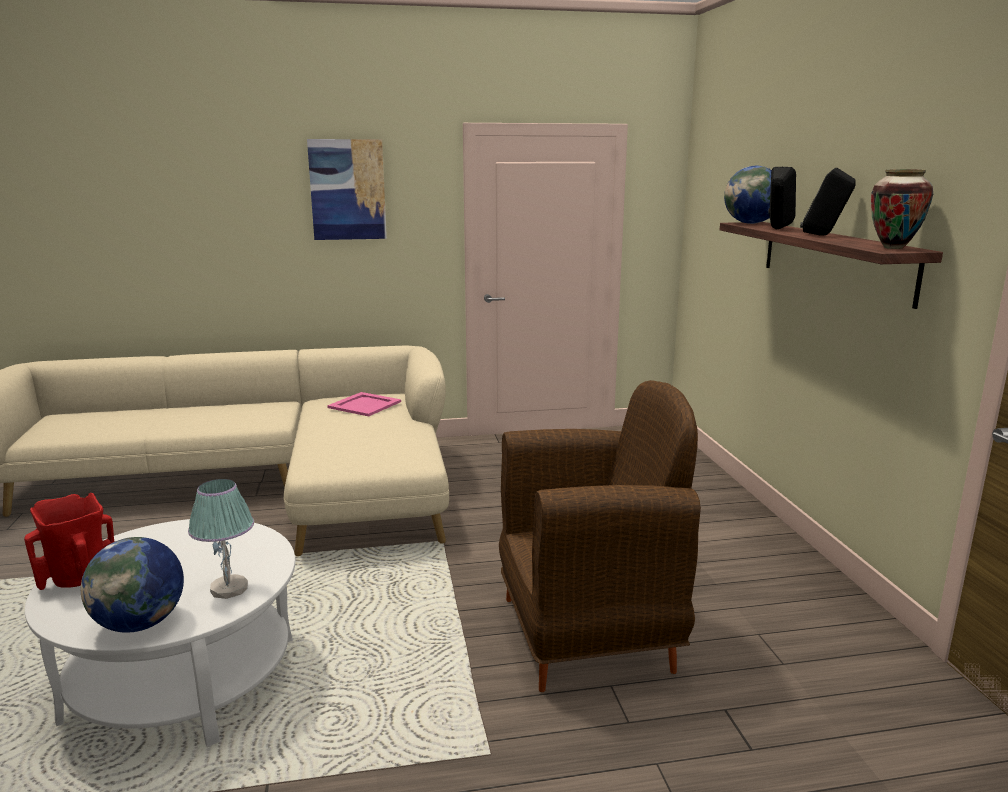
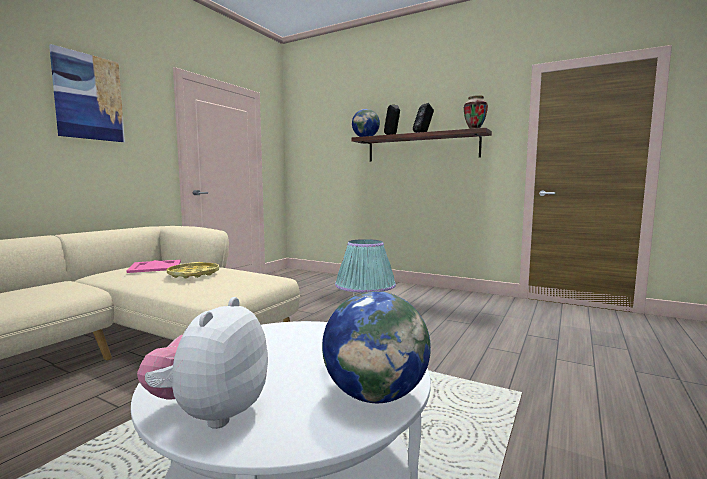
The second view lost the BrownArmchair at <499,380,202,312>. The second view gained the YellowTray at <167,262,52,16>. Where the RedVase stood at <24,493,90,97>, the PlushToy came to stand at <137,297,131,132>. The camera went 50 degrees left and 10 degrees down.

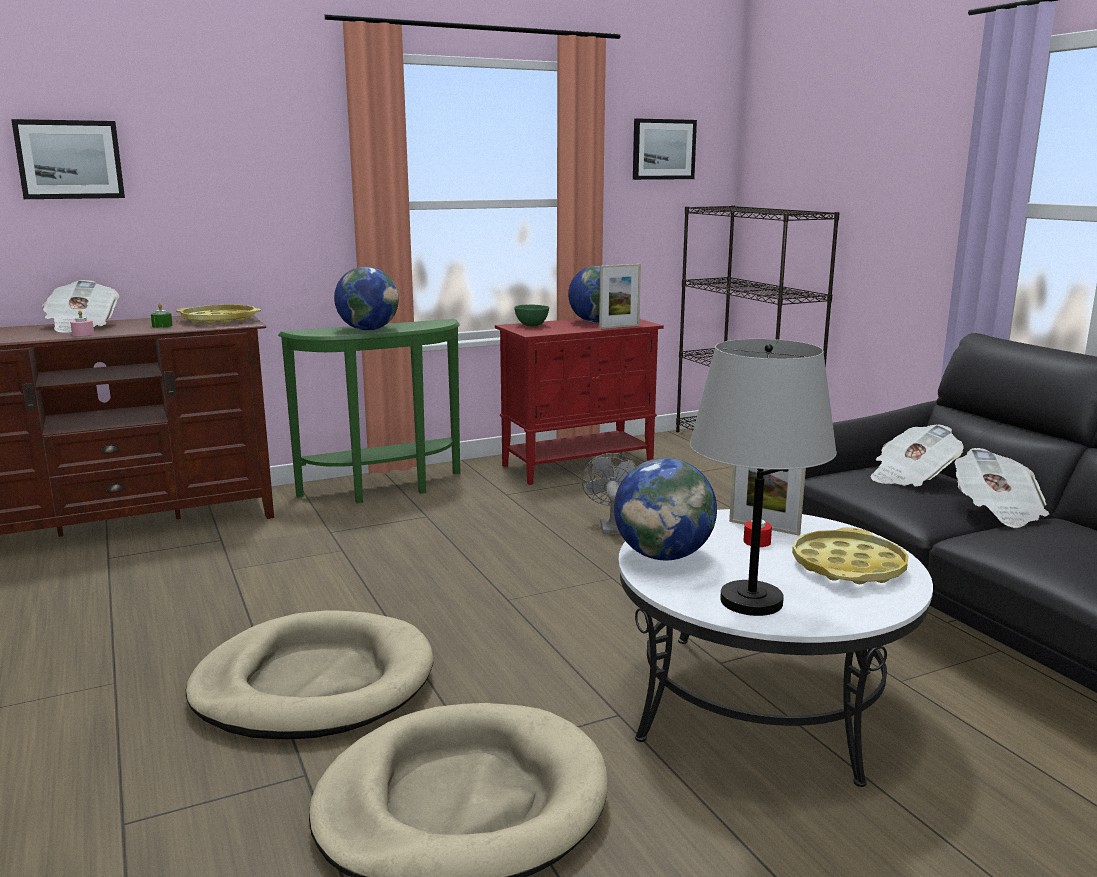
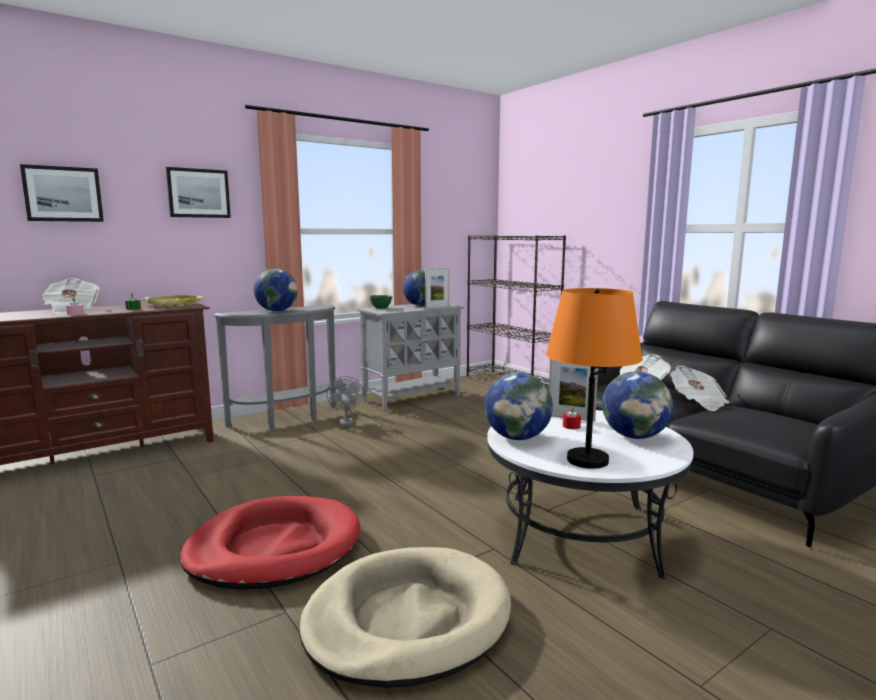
The GreyFan ended up elsewhere, having gone from <581,453,56,81> to <326,376,38,51>. The Picture ended up elsewhere, having gone from <633,118,64,62> to <166,167,65,51>. Where the YellowTray stood at <792,527,116,57>, the Globe came to stand at <602,371,71,68>. What was the BeigeDogBed at <186,610,248,129> turned into the RedDogBed at <180,496,180,94>. What was the GreenConsoleTable at <278,319,182,184> turned into the GreyConsoleTable at <214,305,122,124>. What was the RedCabinet at <495,318,169,167> turned into the GreyCabinet at <356,304,108,108>. What was the GreyTableLamp at <690,339,147,277> turned into the OrangeTableLamp at <546,288,97,181>. The camera went 10 degrees left and 5 degrees down.

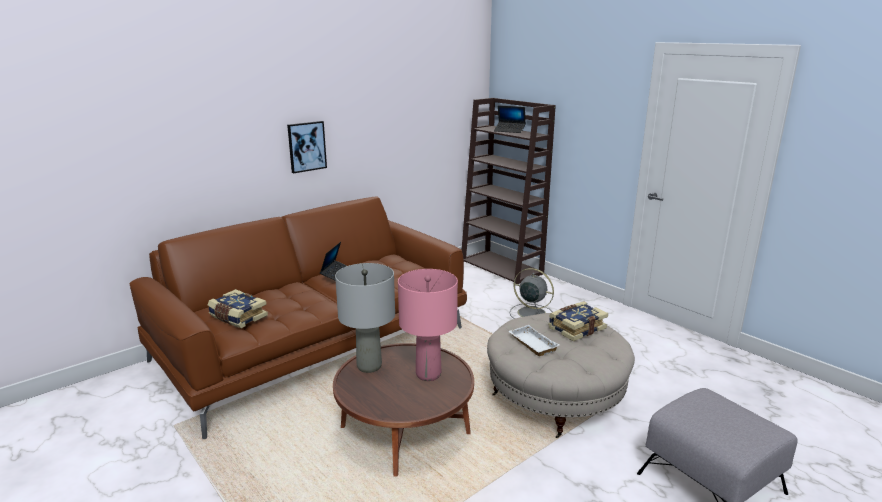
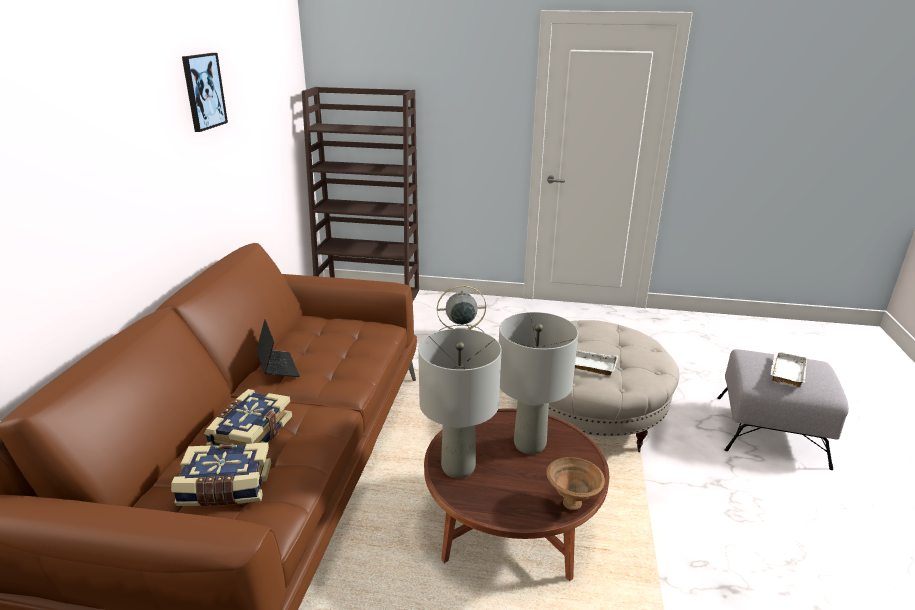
The second view lost the Laptop at <494,106,32,27>. The second view gained the BrownBowl at <546,457,59,53>. The second view gained the WhiteTray at <770,351,37,36>. The Picture ended up elsewhere, having gone from <287,121,40,52> to <182,53,46,79>. The Book ended up elsewhere, having gone from <548,301,60,41> to <204,389,88,58>. What was the PinkTableLamp at <398,269,60,112> turned into the GreyTableLamp at <499,312,79,143>. The camera went 40 degrees left and 5 degrees up.

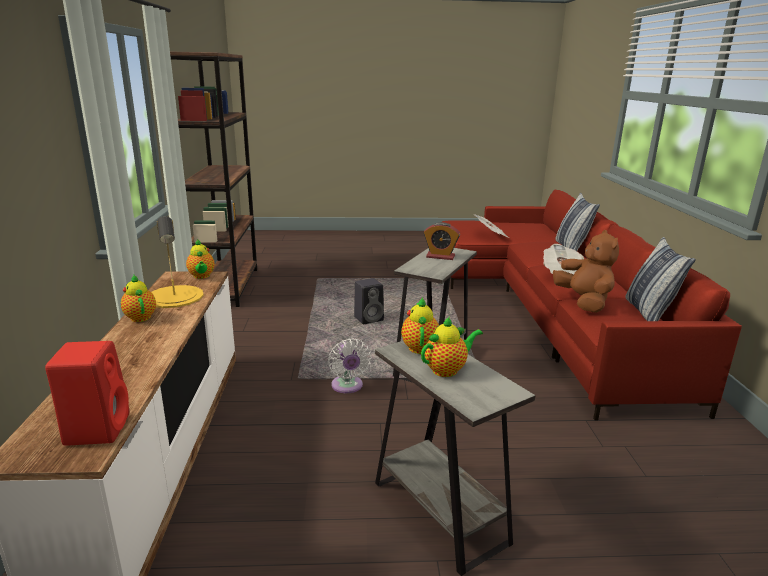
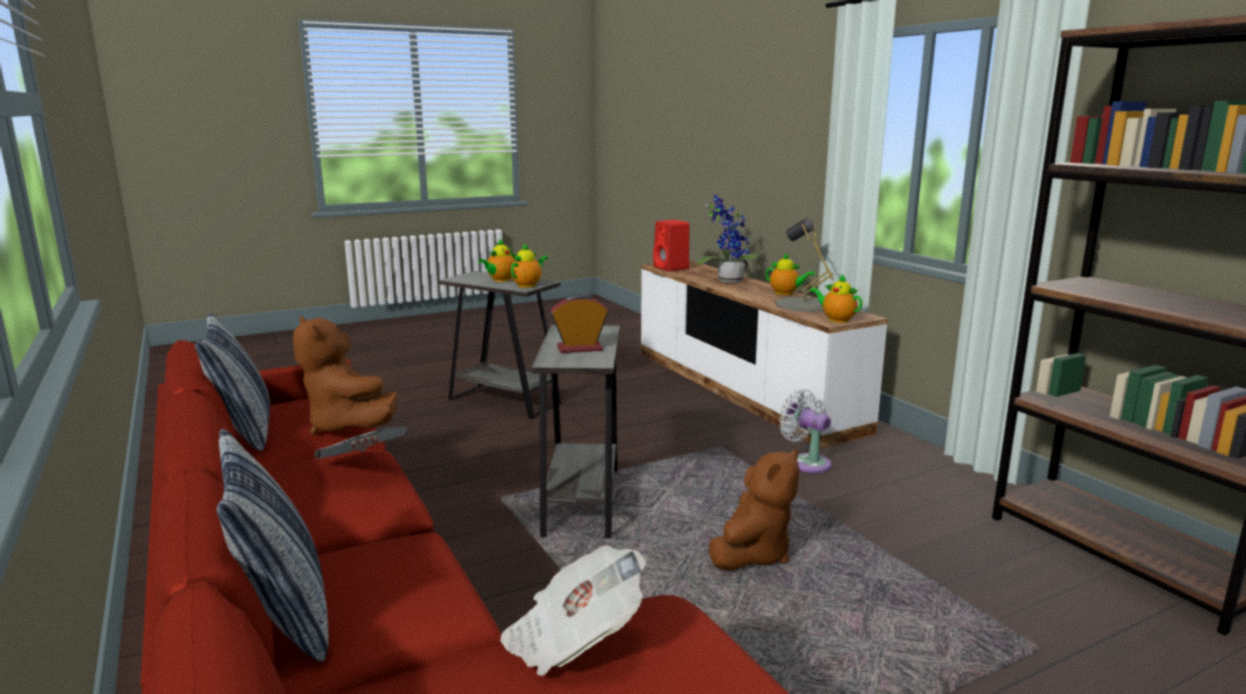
The second view gained the PottedPlant at <697,195,67,88>. The WhiteFan ended up elsewhere, having gone from <328,339,44,54> to <779,389,53,84>. Where the BlackSpeaker stood at <354,278,30,46>, the BrownPlushToy came to stand at <709,449,91,122>. What was the YellowTableLamp at <151,216,53,92> turned into the GreyTableLamp at <775,218,58,94>. The Teapot at <401,297,38,57> ended up facing another way, 120 degrees counterclockwise from before. The camera went 155 degrees right and 5 degrees down.

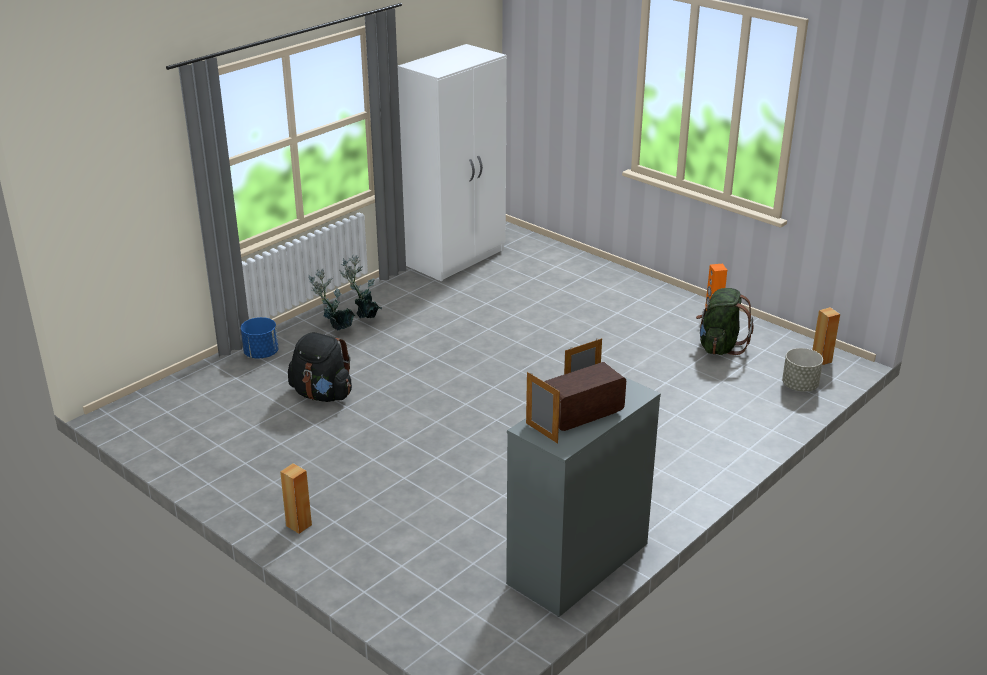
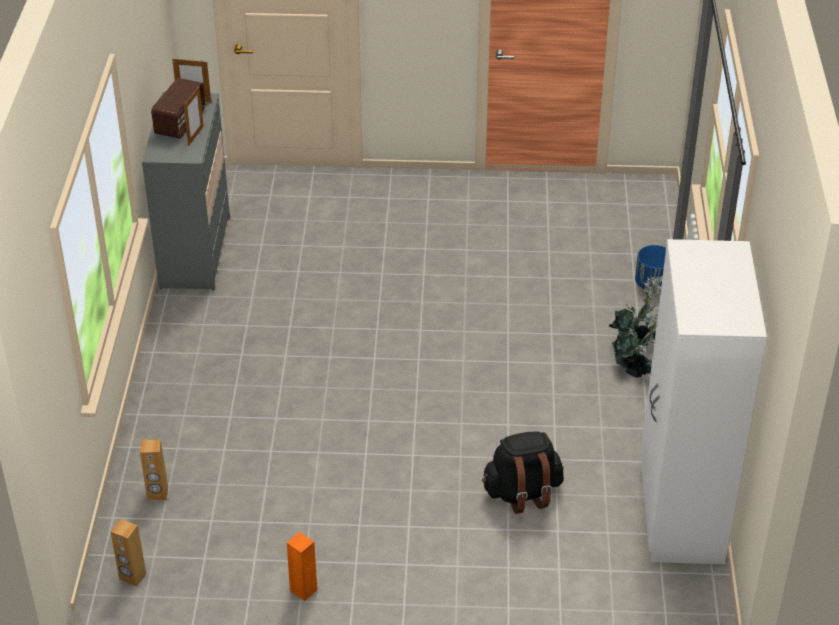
The second view lost the GreenBackpack at <696,288,58,67>. The second view lost the GreyPlanter at <782,348,41,44>. The BrownSpeaker ended up elsewhere, having gone from <280,463,32,71> to <140,439,28,62>. The BlackBackpack ended up elsewhere, having gone from <288,332,64,70> to <482,431,82,83>. The camera went 140 degrees right and 10 degrees up.

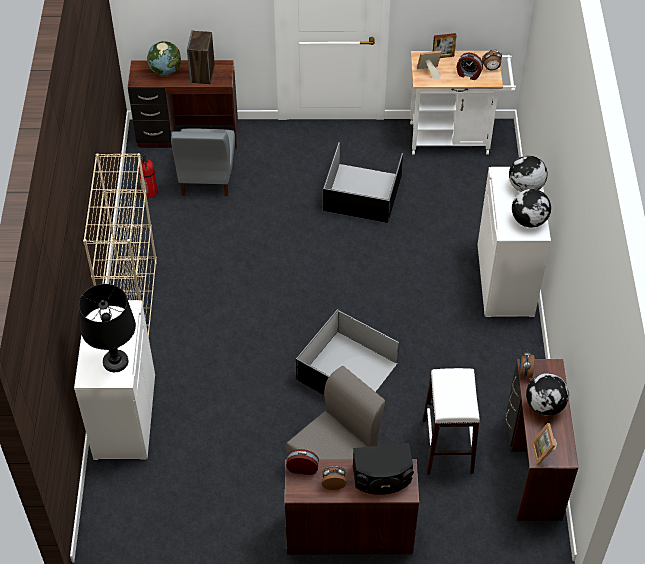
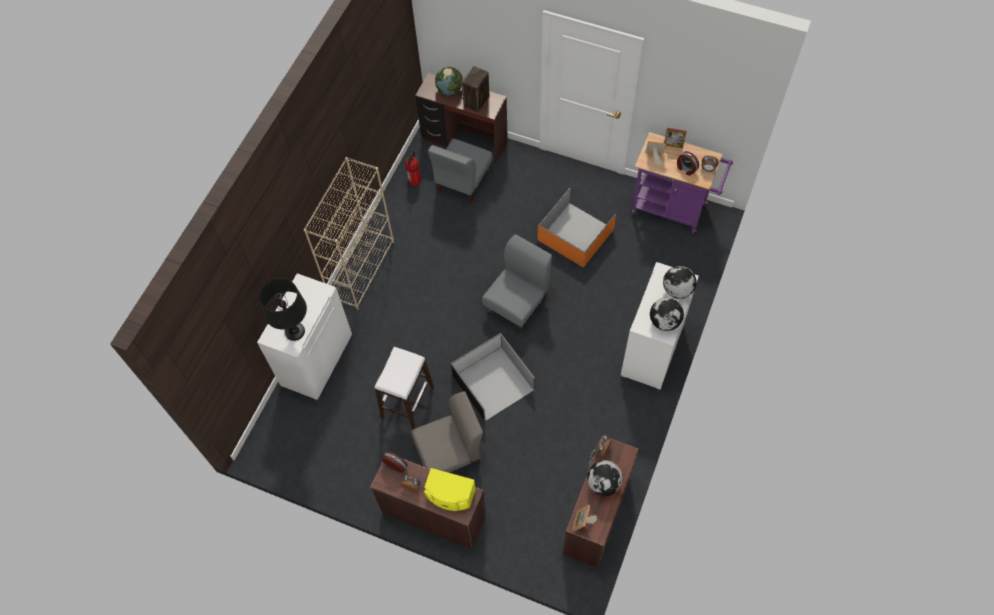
The second view gained the GreyChair at <482,234,70,97>. The WhiteStool ended up elsewhere, having gone from <423,368,57,107> to <375,347,59,83>. What was the BlackStorageBox at <323,142,80,81> turned into the OrangeStorageBox at <538,188,78,79>. What was the BlackSpeaker at <353,443,61,52> turned into the YellowSpeaker at <424,468,52,43>. What was the WhiteCart at <410,51,106,104> turned into the PurpleCart at <631,132,102,102>. The camera went 25 degrees right and 10 degrees up.

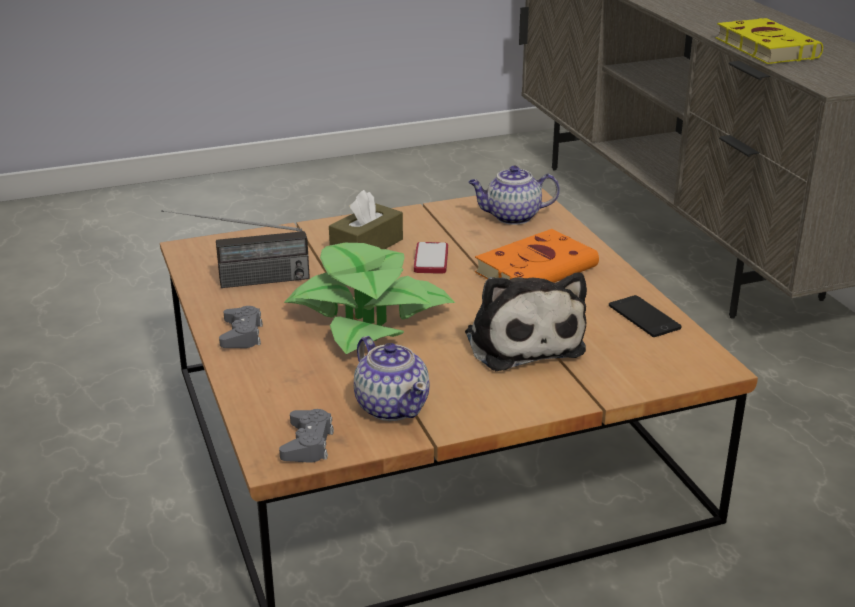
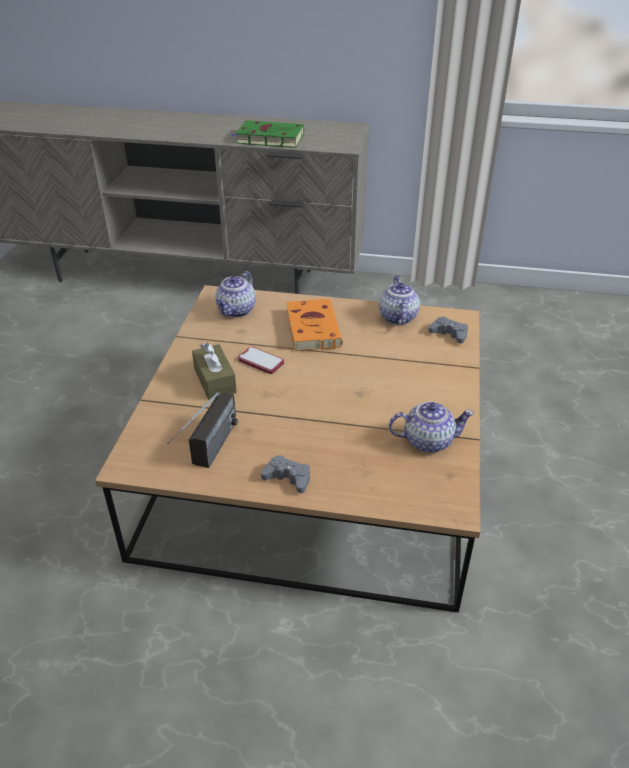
The second view lost the PottedPlant at <284,243,171,111>. The second view lost the PlushToy at <465,272,122,99>. The GreyGameController ended up elsewhere, having gone from <279,409,55,54> to <428,316,40,28>. Where the Phone stood at <609,295,73,42>, the Teapot came to stand at <379,276,41,49>. What was the YellowBook at <716,18,107,46> turned into the GreenBook at <231,120,73,28>. The camera went 60 degrees left and 10 degrees up.

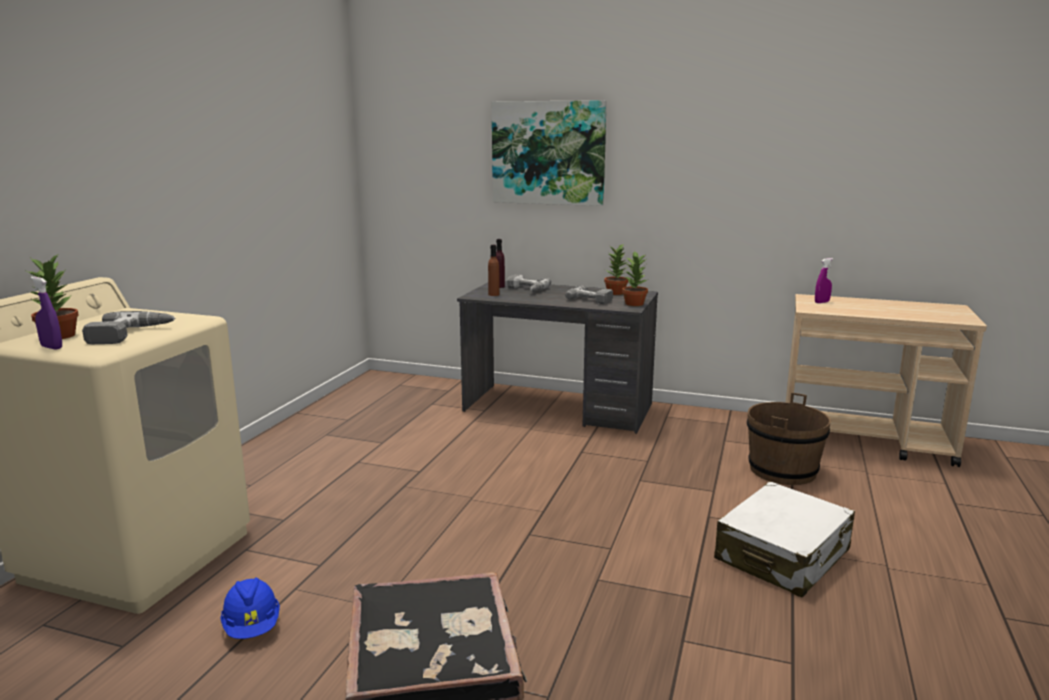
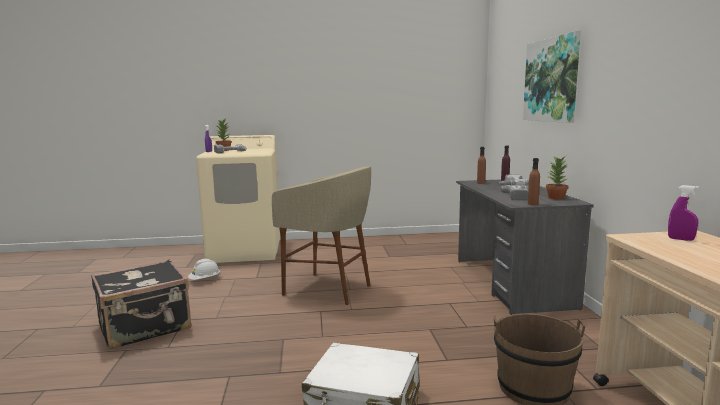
The second view gained the BeigeStool at <272,167,99,138>. Where the PottedPlant stood at <622,251,26,55>, the BrownBottle came to stand at <528,158,12,47>. What was the BlueHardHat at <220,577,60,62> turned into the WhiteHardHat at <188,259,32,21>. The camera went 65 degrees right and 5 degrees down.

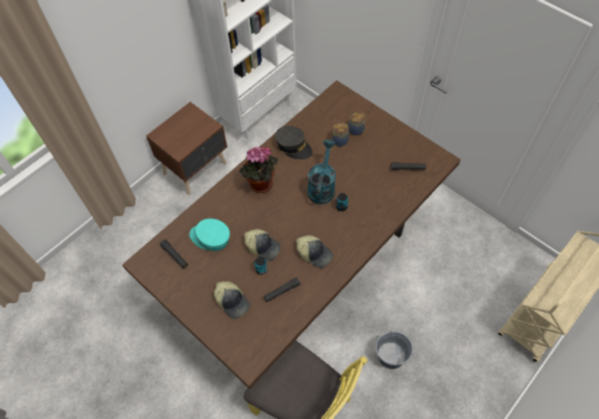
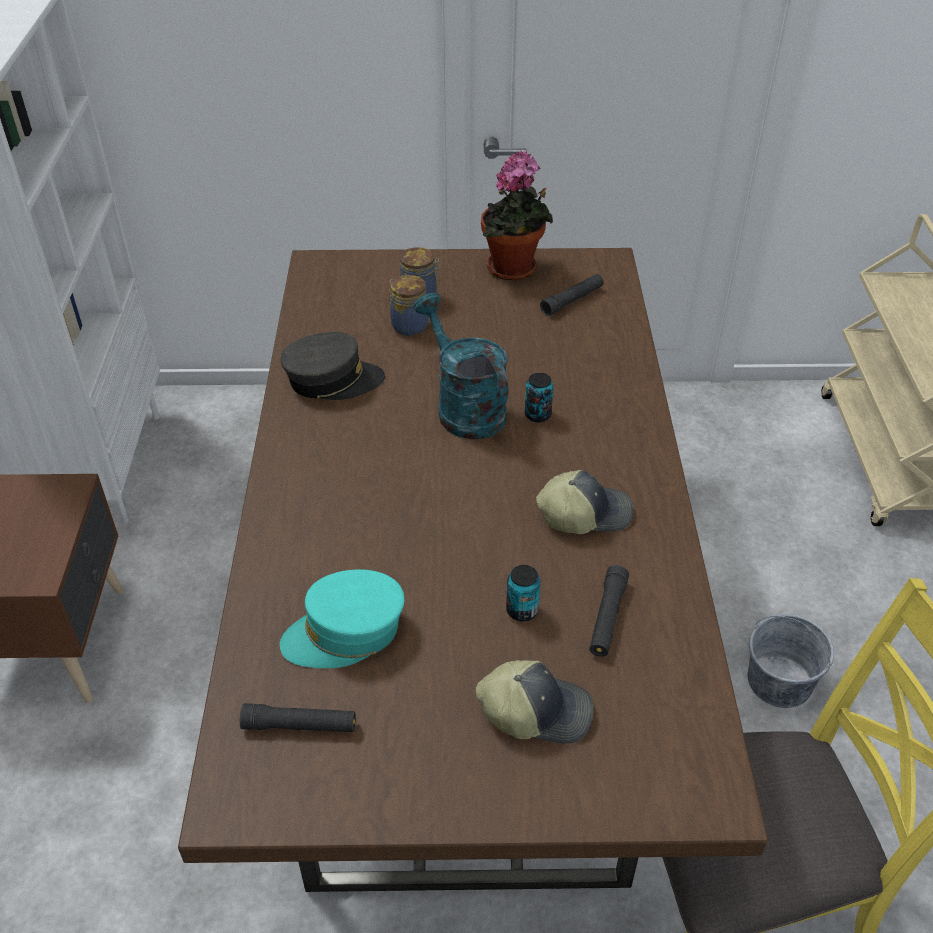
The second view lost the Cap at <244,229,37,32>. The PottedPlant ended up elsewhere, having gone from <239,147,39,46> to <481,151,72,130>. The camera went 45 degrees left and 15 degrees down.

